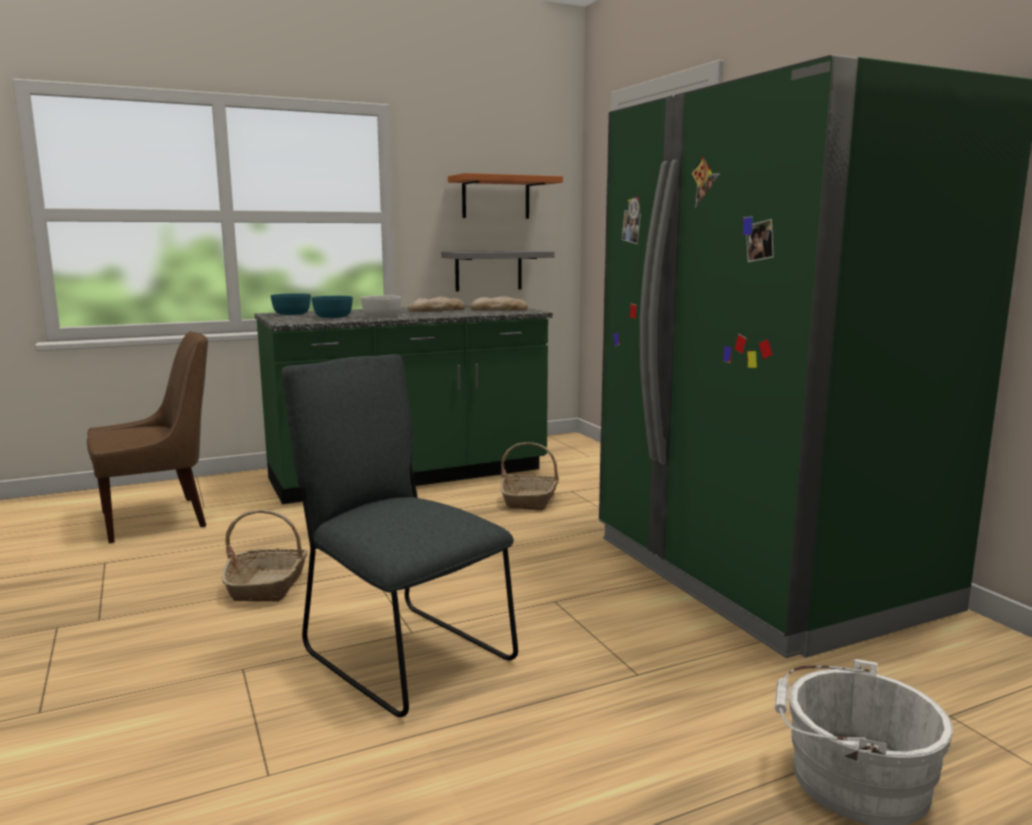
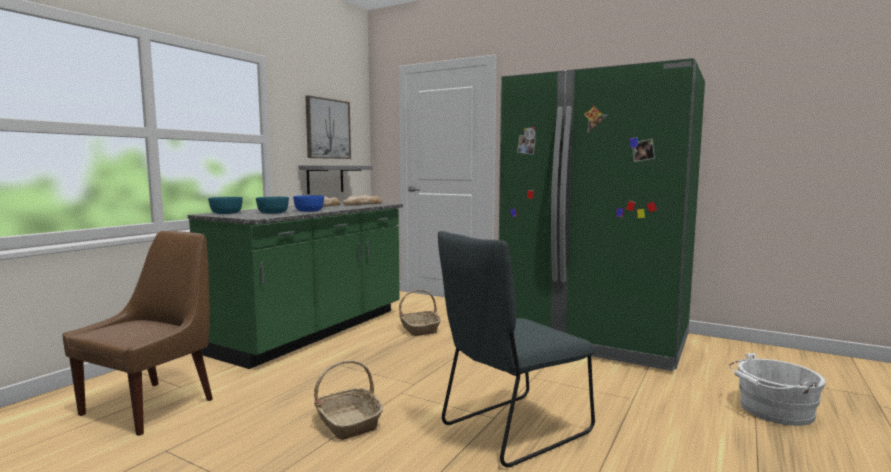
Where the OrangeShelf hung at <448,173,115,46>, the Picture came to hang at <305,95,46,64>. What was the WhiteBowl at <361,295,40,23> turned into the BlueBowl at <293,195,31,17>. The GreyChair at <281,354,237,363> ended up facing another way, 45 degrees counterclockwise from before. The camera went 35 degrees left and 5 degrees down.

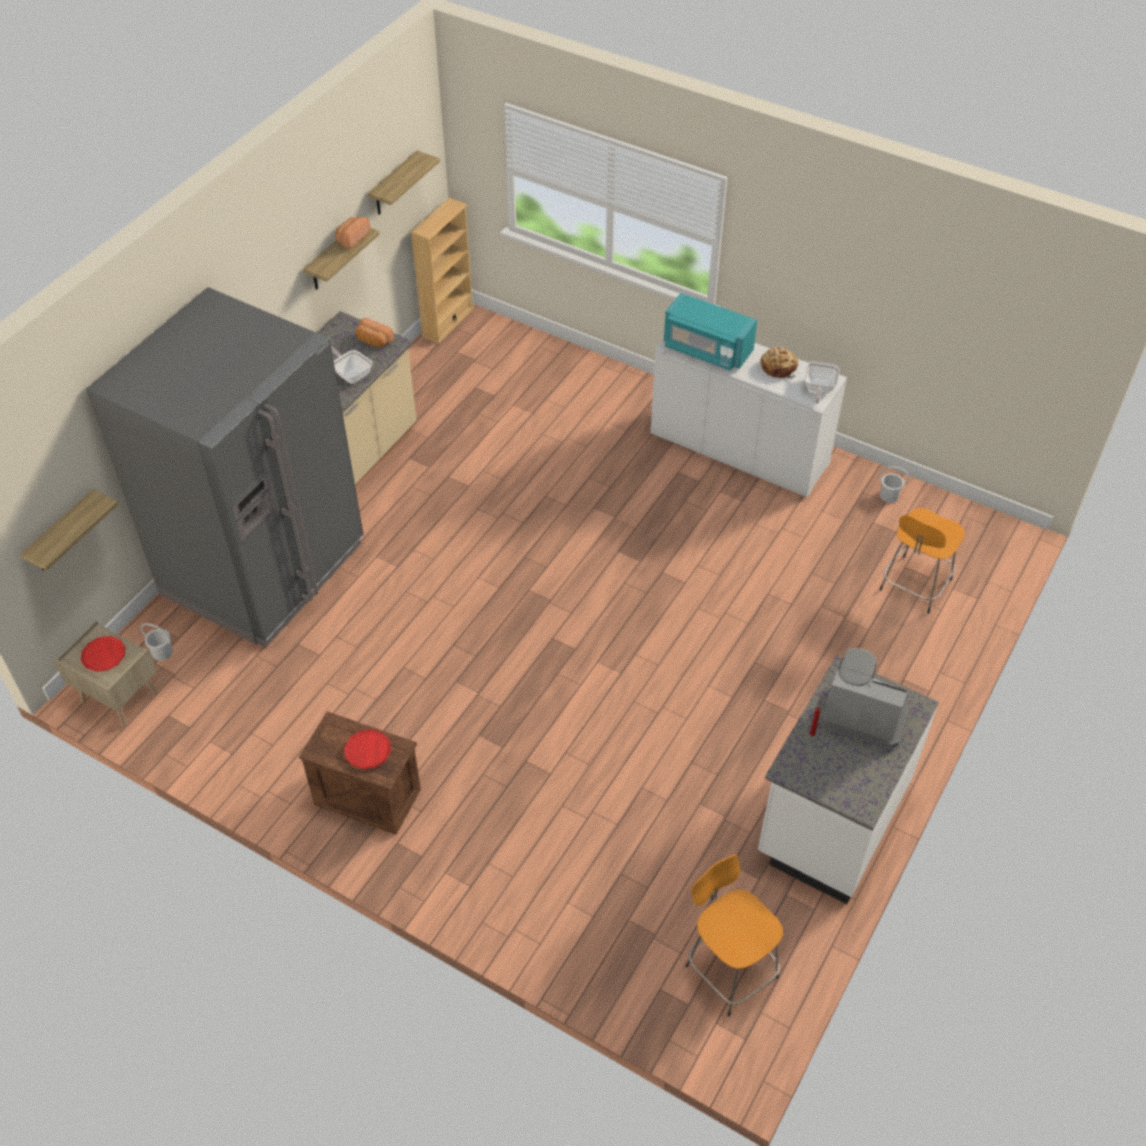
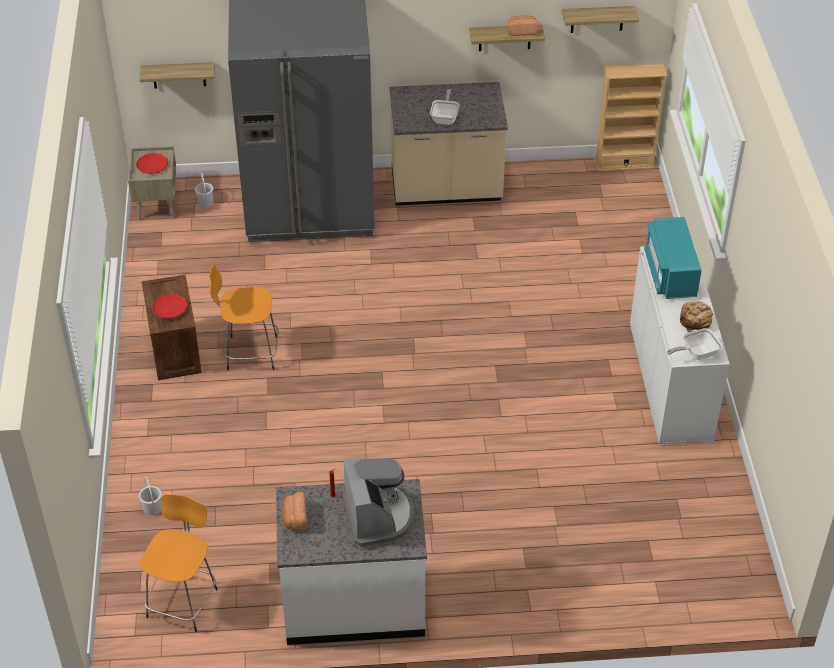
The Bread ended up elsewhere, having gone from <356,318,38,30> to <283,492,24,40>. The WhiteBucket ended up elsewhere, having gone from <879,466,30,37> to <139,477,23,38>. The OrangeStool ended up elsewhere, having gone from <880,508,85,106> to <210,263,68,107>. The camera went 55 degrees right and 5 degrees down.

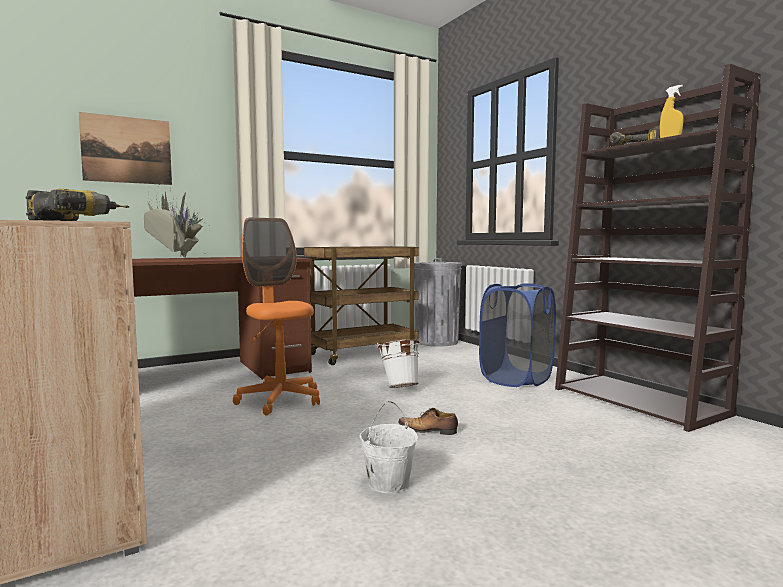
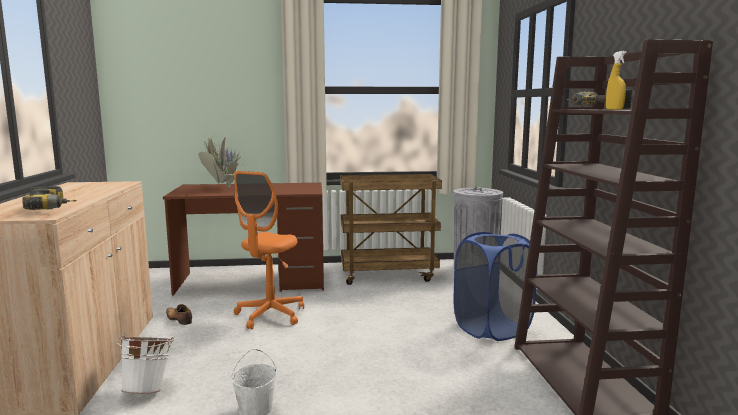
The second view lost the Picture at <79,112,93,73>. The WhiteBucket ended up elsewhere, having gone from <377,339,43,49> to <117,334,57,60>. The Shoe ended up elsewhere, having gone from <398,408,60,27> to <166,304,26,21>. The OrangeOfficeChair at <233,218,87,197> ended up facing another way, 150 degrees counterclockwise from before. The camera went 25 degrees right and 5 degrees up.

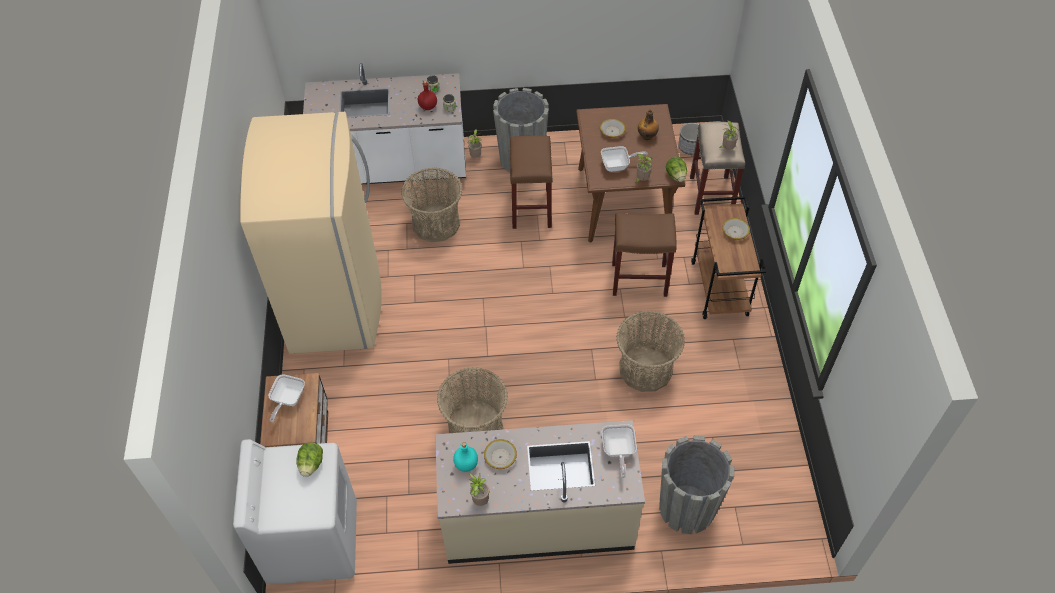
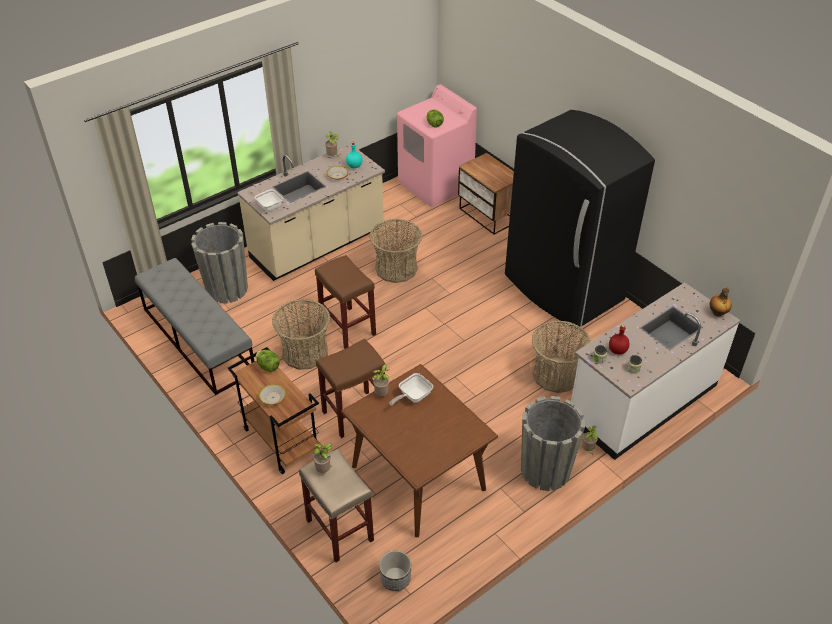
The second view lost the FryingPan at <268,374,37,49>. The second view lost the Bowl at <600,119,26,19>. The second view gained the GreyBench at <135,258,120,137>. The BrownStool ended up elsewhere, having gone from <510,135,43,94> to <315,255,61,94>. The Bottle ended up elsewhere, having gone from <638,110,21,30> to <710,287,22,30>. The Lettuce ended up elsewhere, having gone from <666,157,21,25> to <256,350,24,22>. What was the WhiteWashingMachine at <233,439,124,145> turned into the PinkWashingMachine at <397,84,80,123>. What was the BeigeFridge at <240,112,142,242> turned into the BlackFridge at <505,110,150,219>. The camera went 145 degrees right and 10 degrees down.

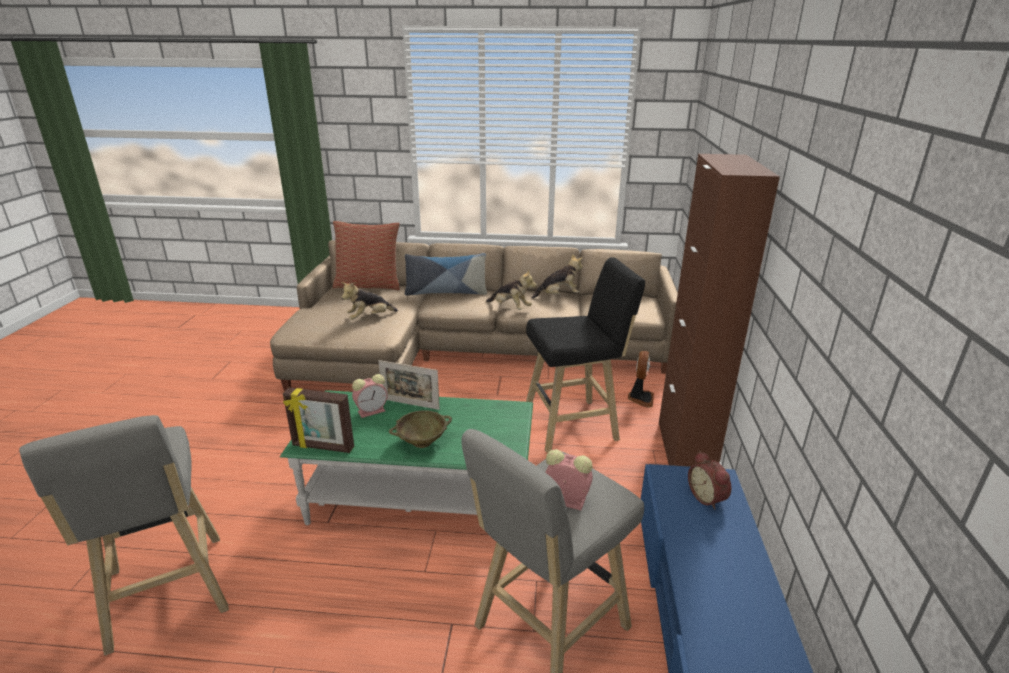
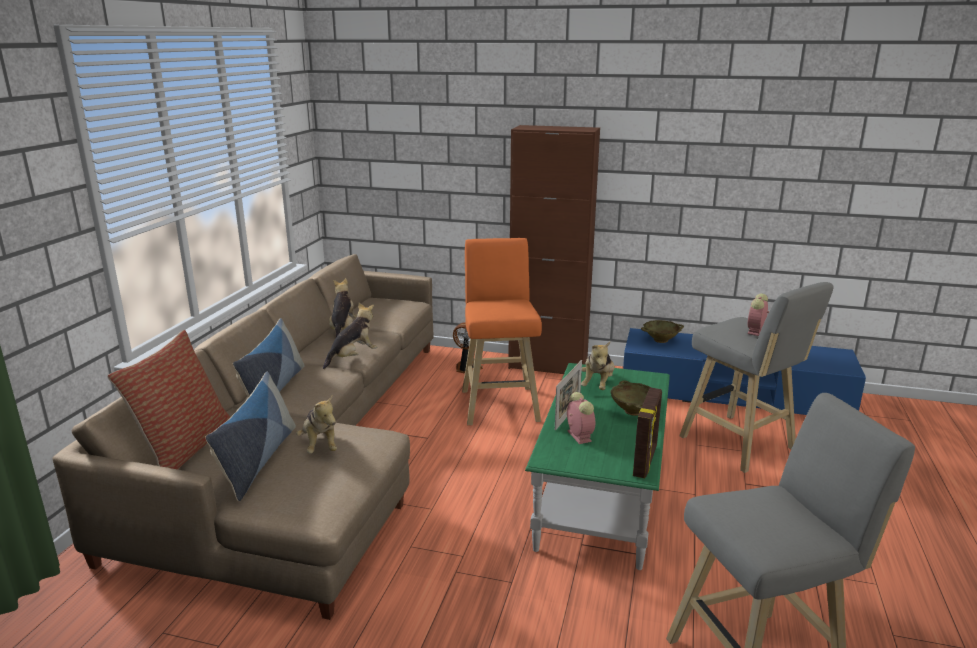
The second view gained the Pillow at <205,372,91,129>. The second view gained the PlushToy at <581,342,33,48>. Where the AlarmClock stood at <688,451,43,59>, the BeigeBowl came to stand at <641,320,43,23>. What was the BlackStool at <526,257,119,196> turned into the OrangeStool at <462,238,80,188>. The camera went 80 degrees left and 5 degrees down.

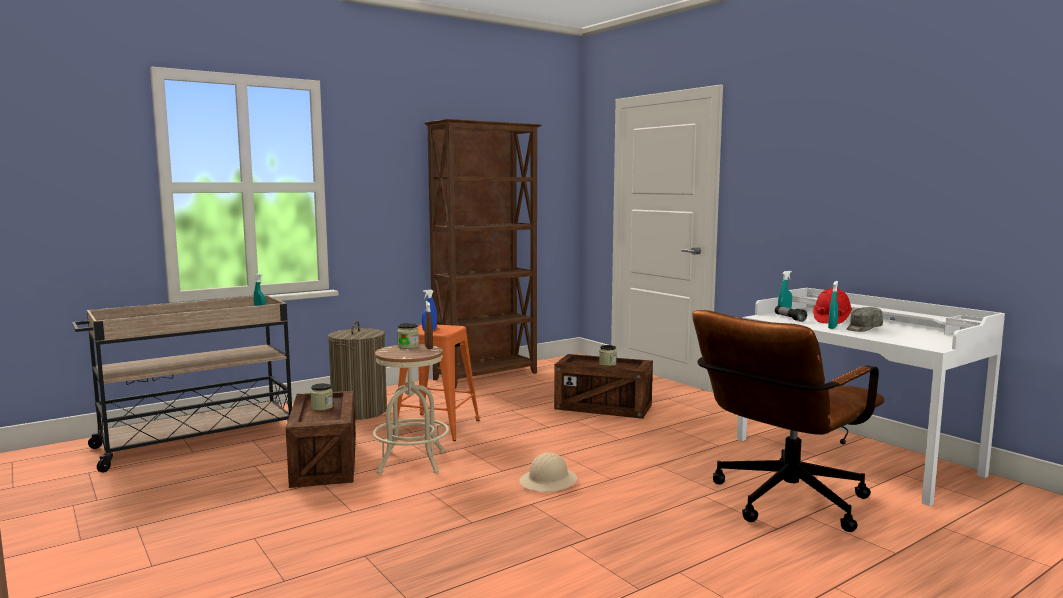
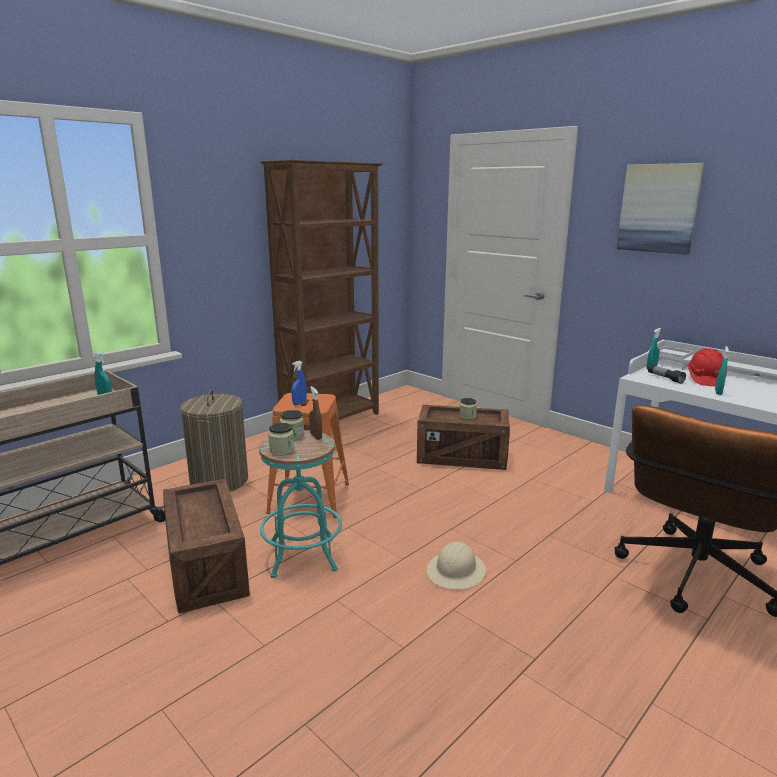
The second view lost the GreyCap at <847,307,36,25>. The second view gained the Picture at <617,163,87,91>. The Jar ended up elsewhere, having gone from <310,383,23,28> to <268,423,26,33>. What was the BeigeStool at <373,344,76,130> turned into the TurquoiseStool at <259,430,83,148>. The camera went 10 degrees left and 10 degrees up.

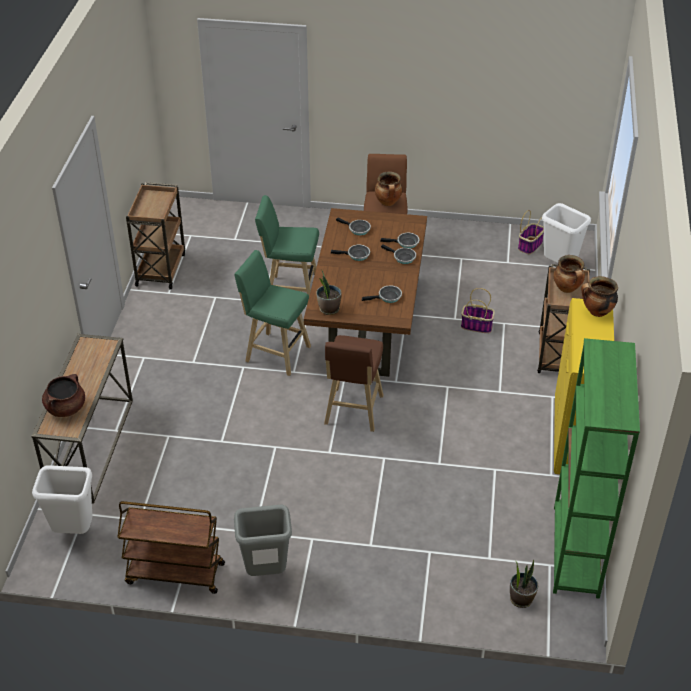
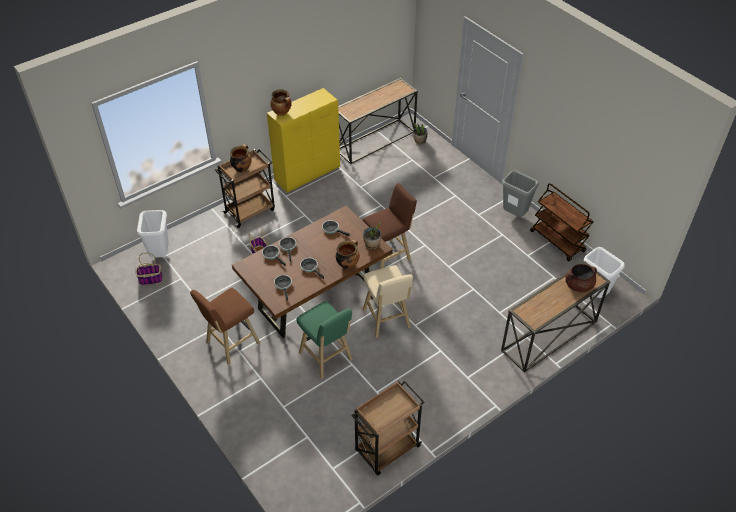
The CookingPot ended up elsewhere, having gone from <375,171,27,35> to <336,239,24,30>. Where the GreenBookcase stood at <553,338,87,261>, the ConsoleTable came to stand at <338,78,80,86>. What was the GreenStool at <234,250,77,126> turned into the BeigeStool at <363,265,50,73>. The camera went 135 degrees left and 5 degrees up.

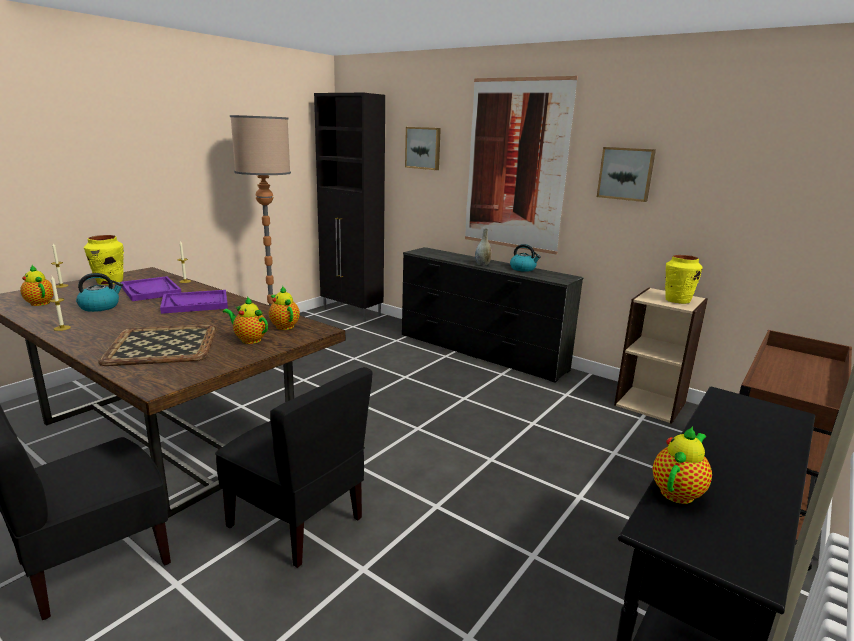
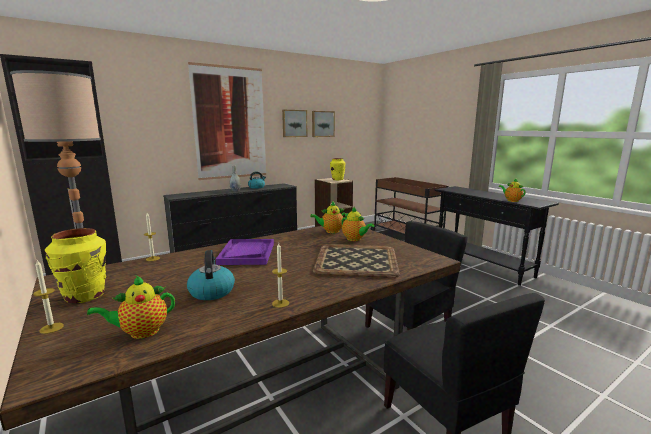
The second view lost the PurpleTray at <121,276,60,25>. The Picture ended up elsewhere, having gone from <405,127,36,43> to <312,111,23,26>. The Teapot at <223,297,45,47> ended up facing another way, 90 degrees counterclockwise from before. The camera went 70 degrees left and 5 degrees down.

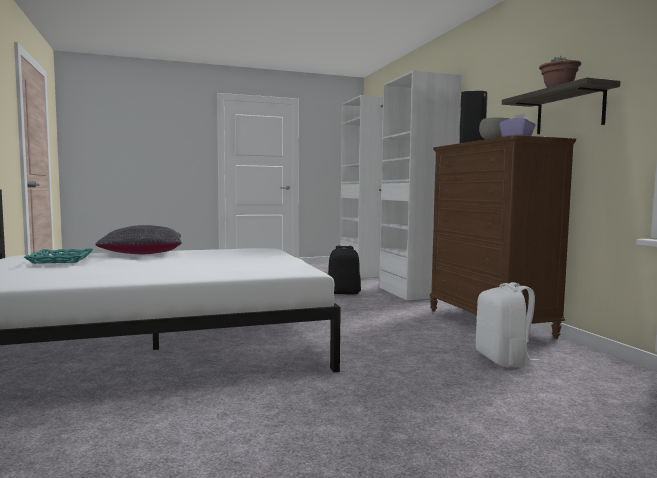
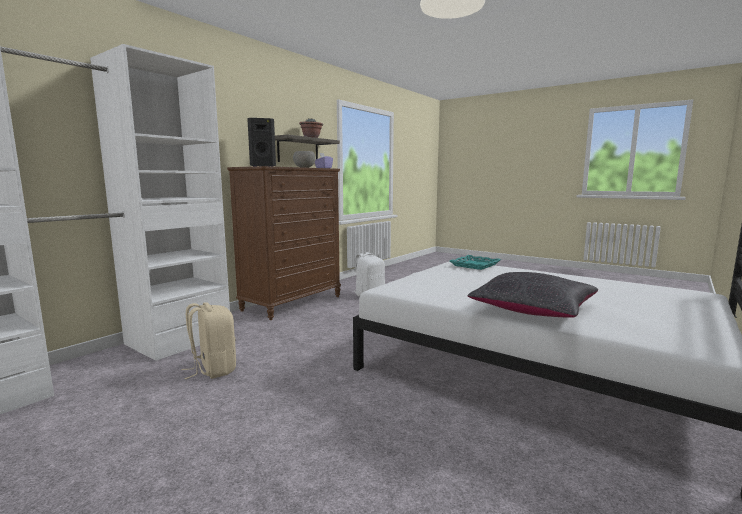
The TurquoiseTray ended up elsewhere, having gone from <24,248,69,16> to <450,255,51,15>. What was the BlackBackpack at <328,246,33,48> turned into the BeigeBackpack at <181,302,55,77>. The camera went 125 degrees left and 5 degrees up.

